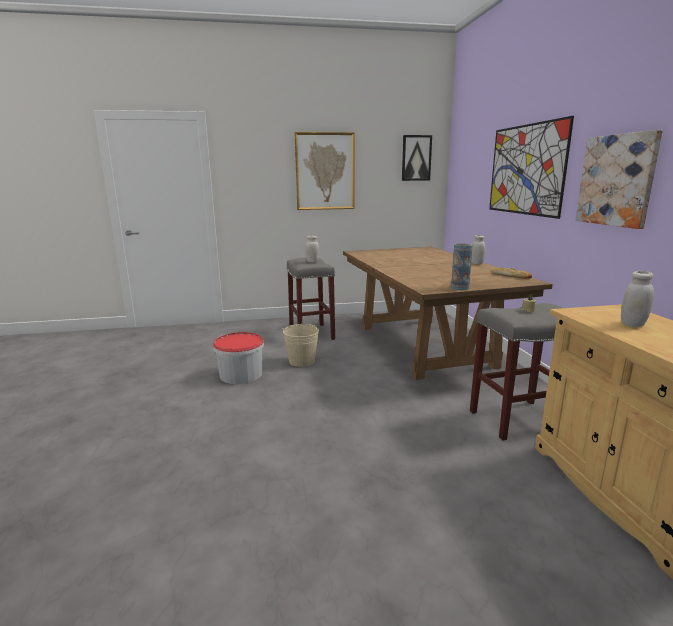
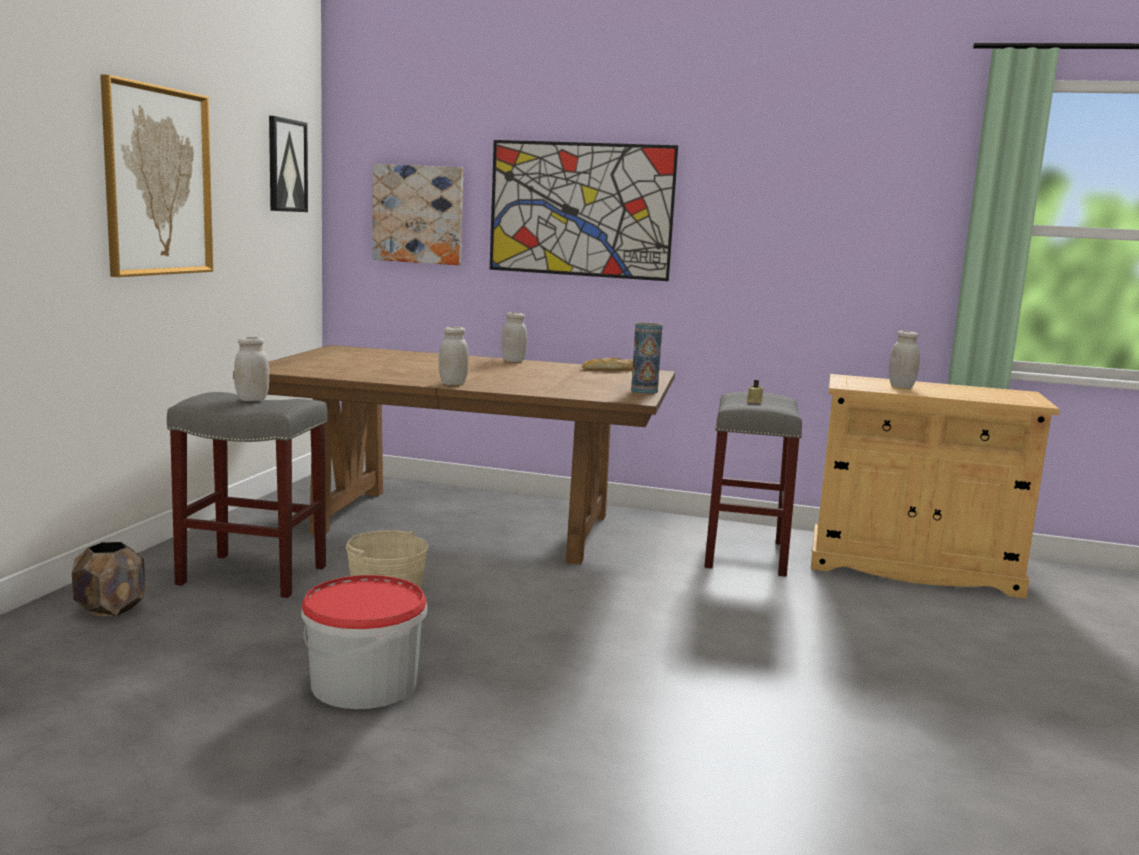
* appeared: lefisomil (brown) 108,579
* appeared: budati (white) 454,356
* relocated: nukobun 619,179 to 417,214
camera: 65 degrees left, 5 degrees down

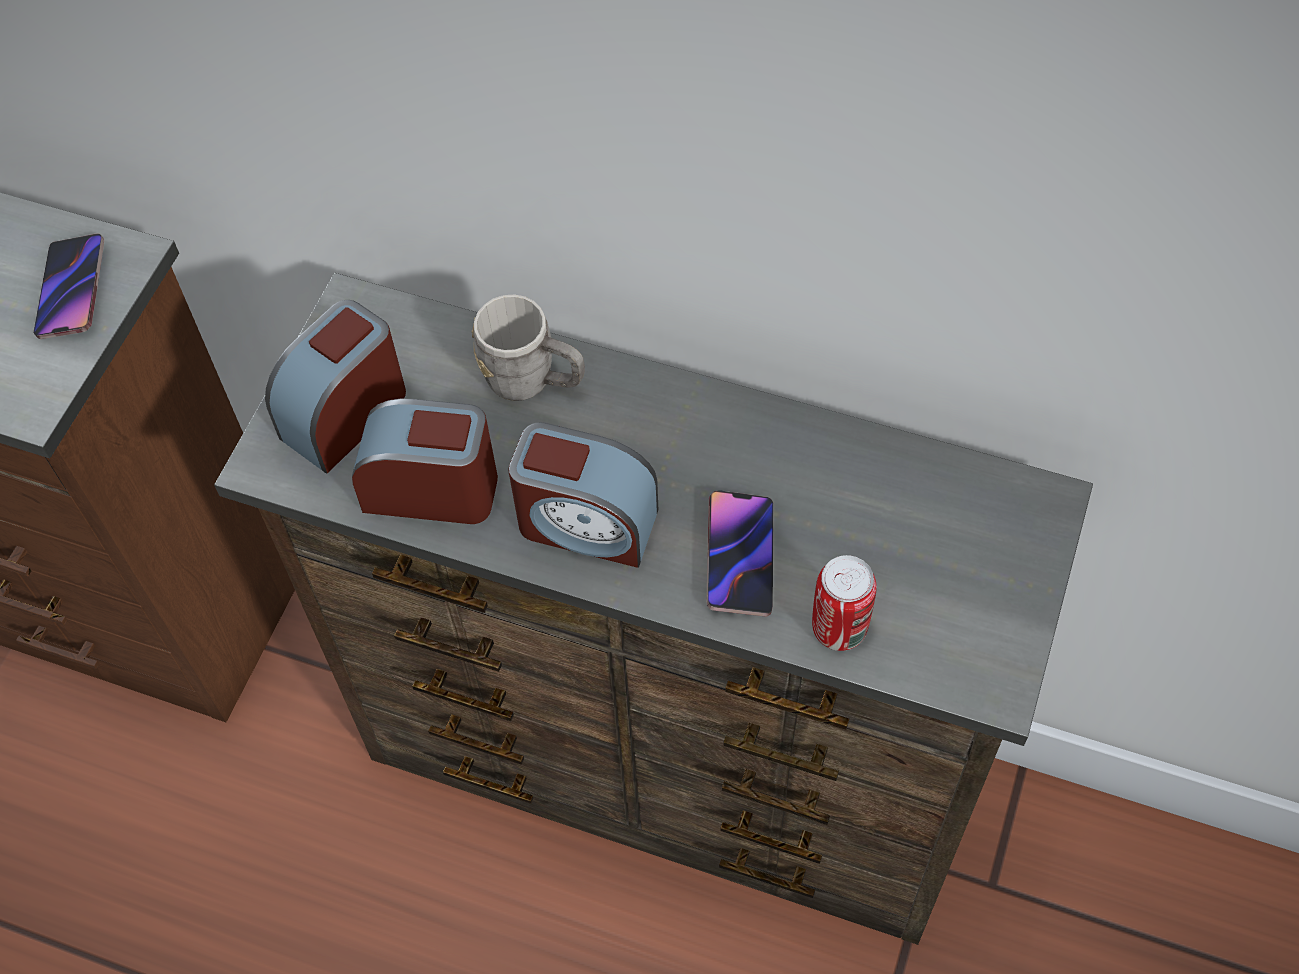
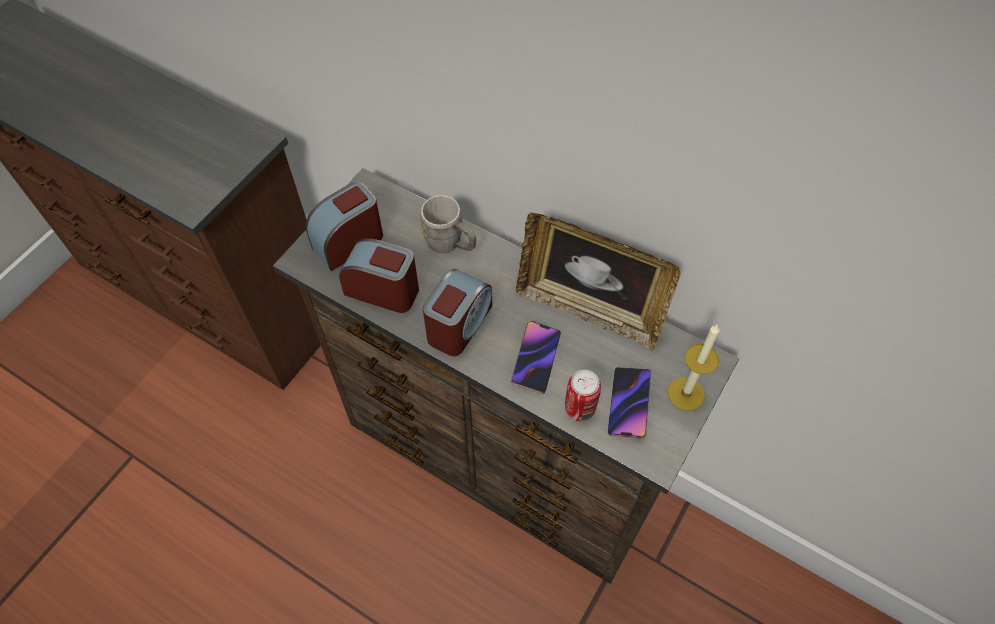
* appeared: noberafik 598,281
* appeared: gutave 693,367
* relocated: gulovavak 68,286 to 629,403
* spun: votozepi 584,495 = 457,312 90 degrees counterclockwise
camera: 10 degrees right, 0 degrees up

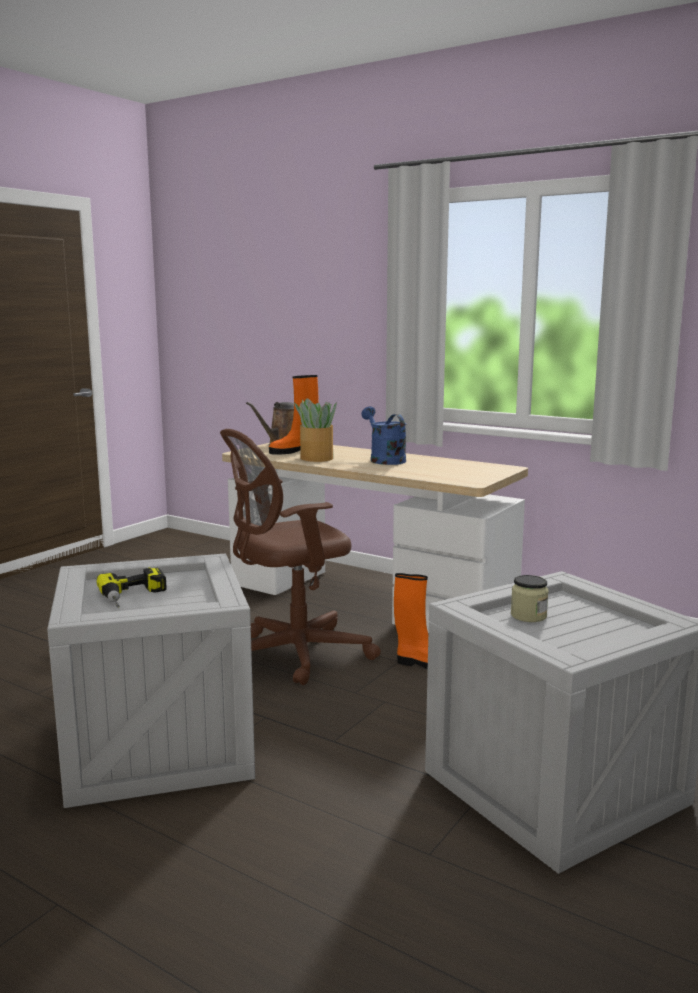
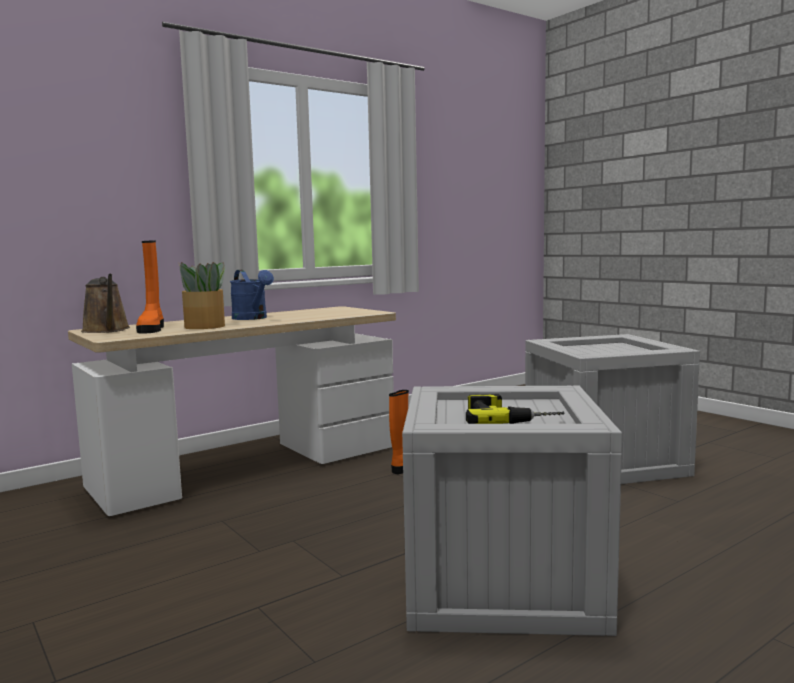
* missing: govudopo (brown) 300,557
* missing: budati 530,598
* spun: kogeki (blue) 383,435 = 252,295 120 degrees counterclockwise
camera: 70 degrees left, 5 degrees down

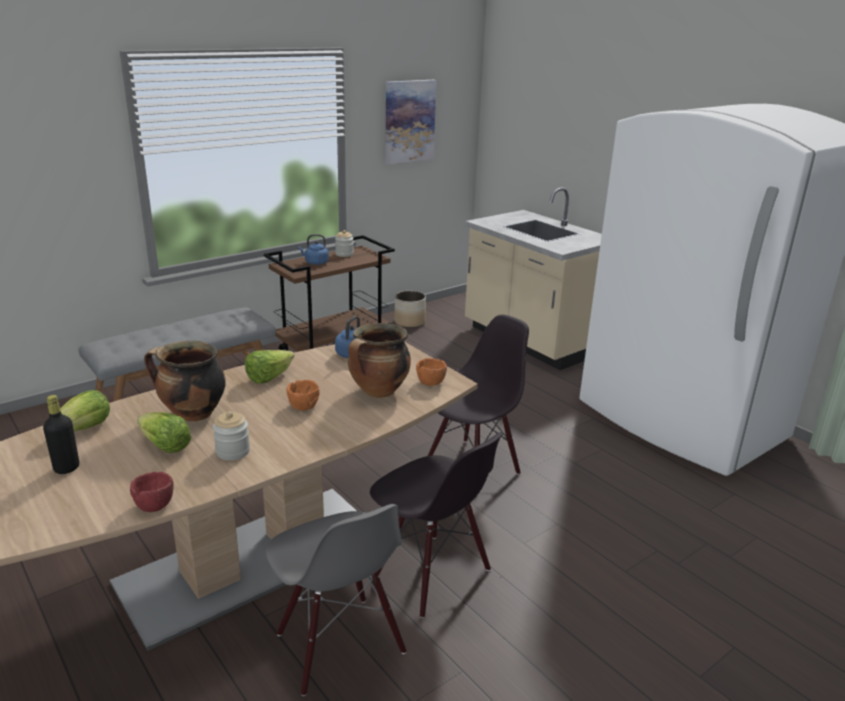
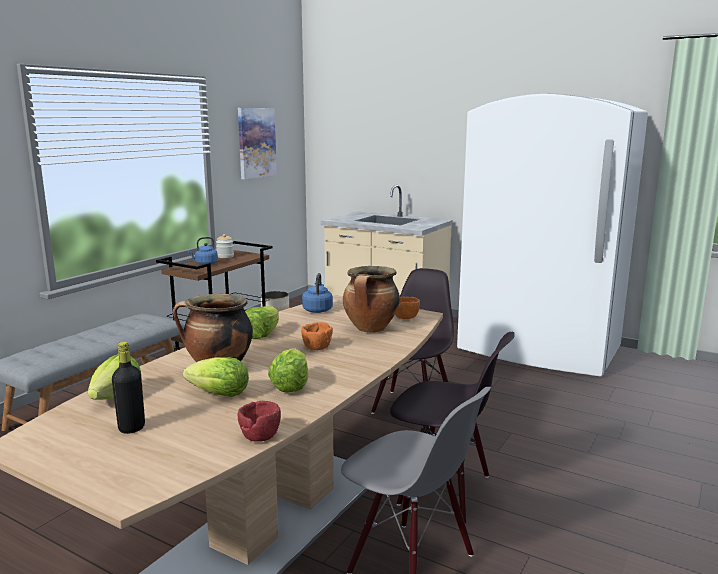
* exchanged: budati 231,435 to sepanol 288,370
camera: 20 degrees left, 10 degrees down

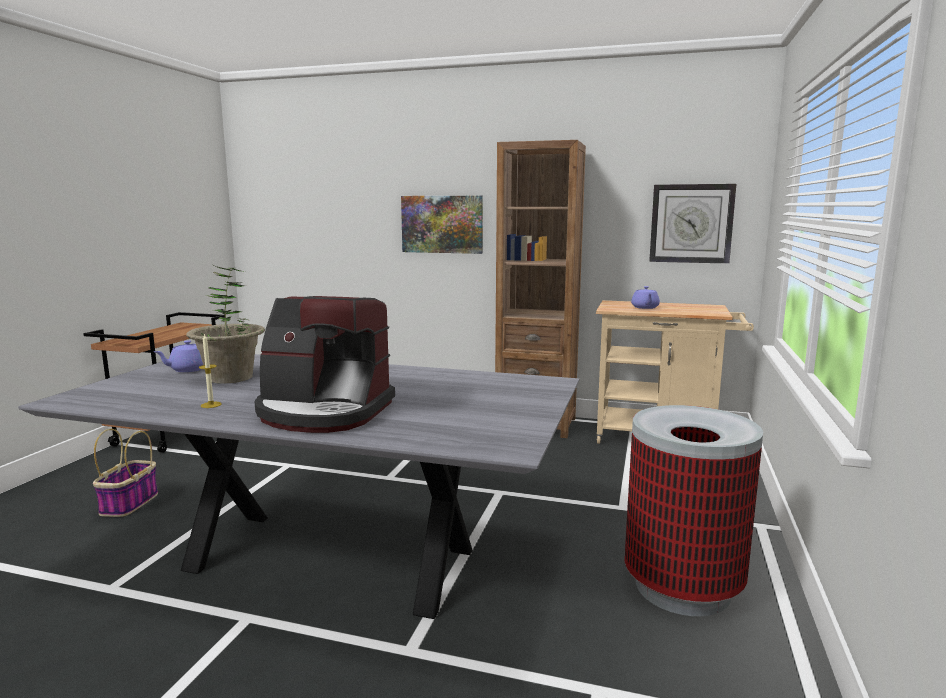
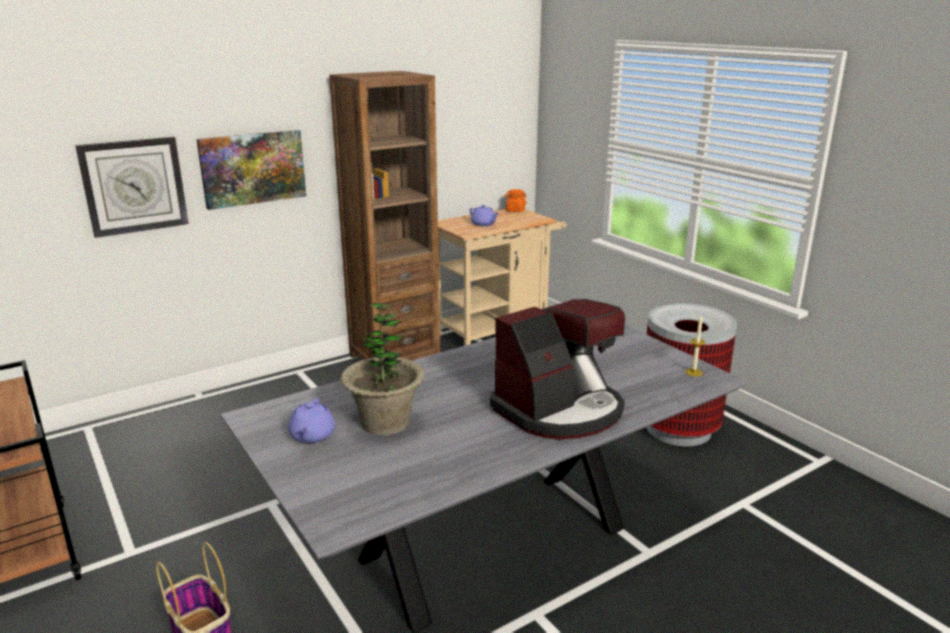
* appeared: budati (orange) 516,200
* relocated: gutave 210,370 to 695,346
* relocated: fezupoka 692,224 to 132,187
camera: 50 degrees left, 10 degrees up

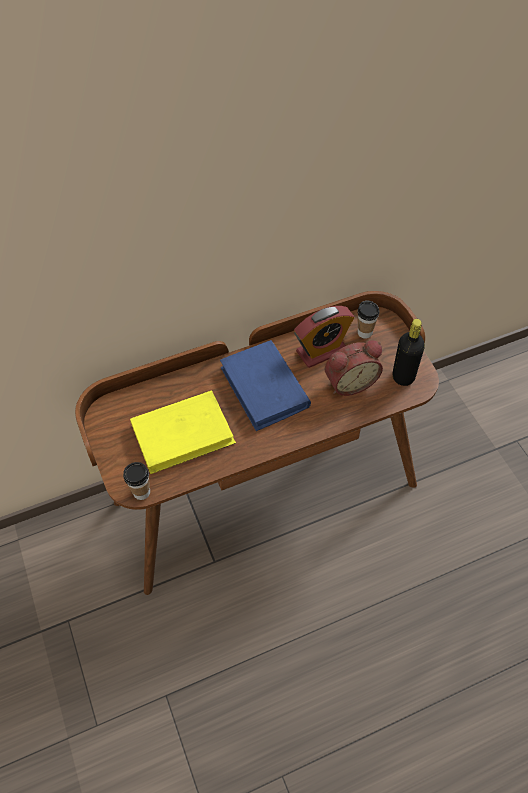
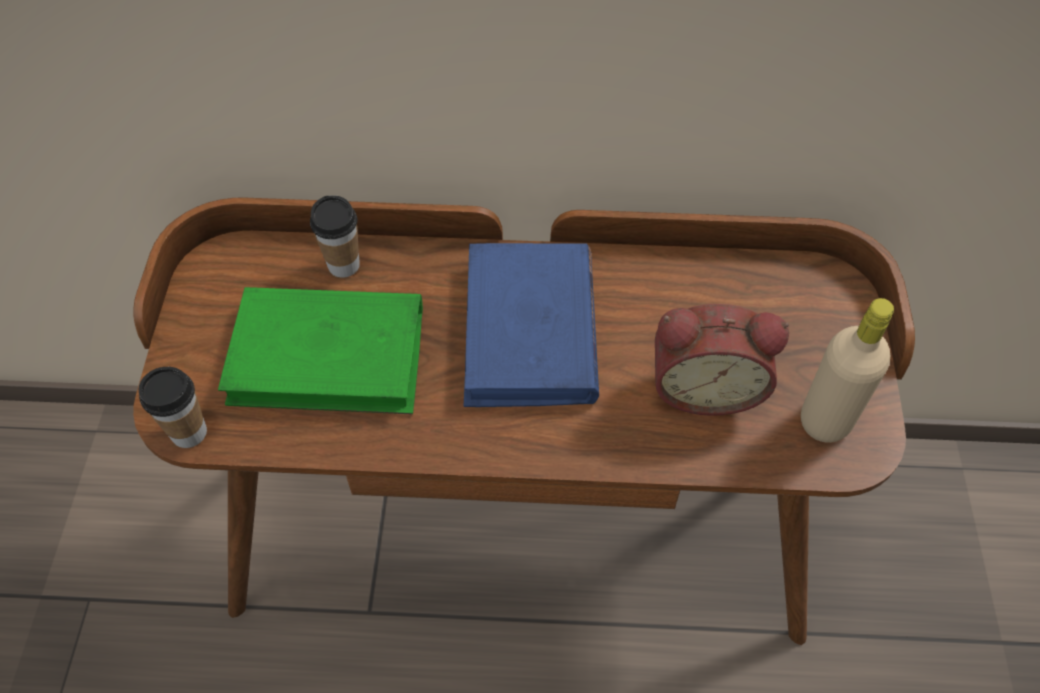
* missing: votozepi 324,337
* relocated: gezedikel 368,320 to 335,236
* colour: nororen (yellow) 183,432 to nororen (green) 320,350
* colour: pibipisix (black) 409,352 to pibipisix (beige) 847,370
camera: 25 degrees right, 0 degrees up

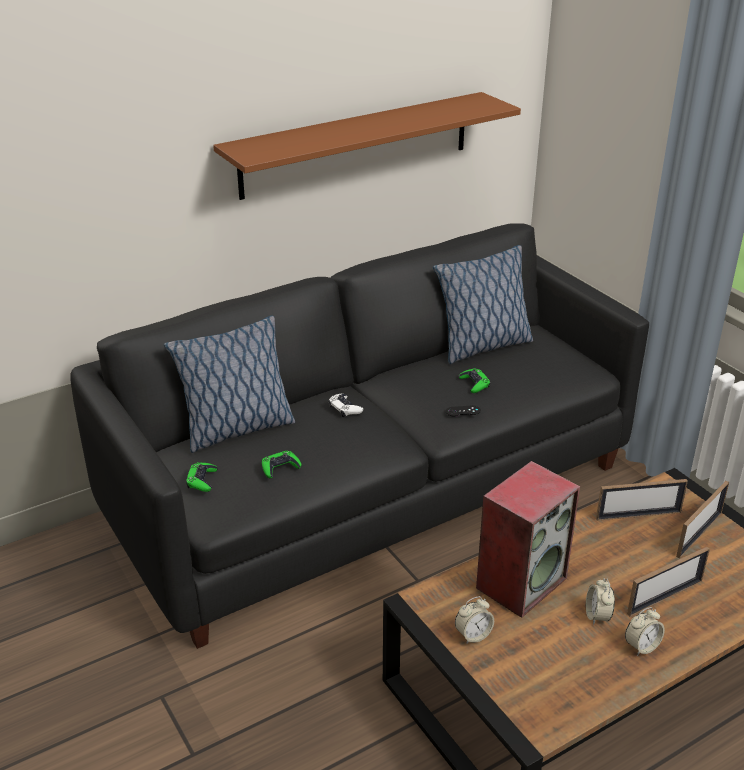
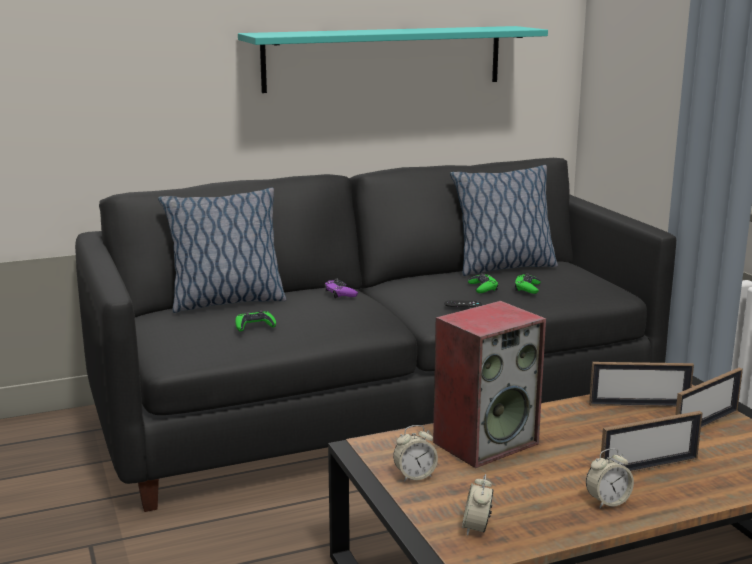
* relocated: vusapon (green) 201,477 to 528,284
* relocated: votozepi 600,601 to 477,505
* colour: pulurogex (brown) 367,146 to pulurogex (turquoise) 393,59
* colour: vusapon (white) 346,405 to vusapon (purple) 341,289
camera: 10 degrees right, 15 degrees down

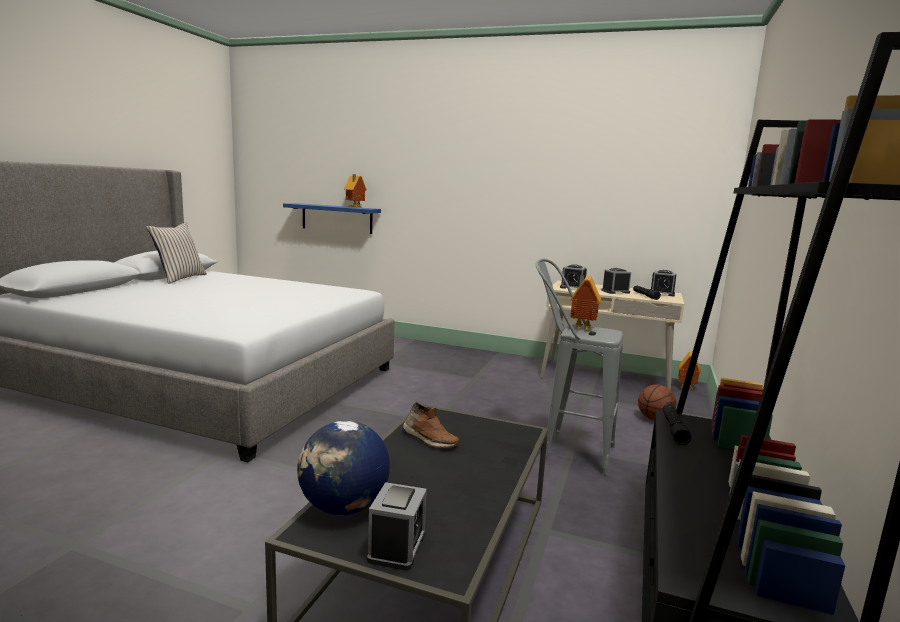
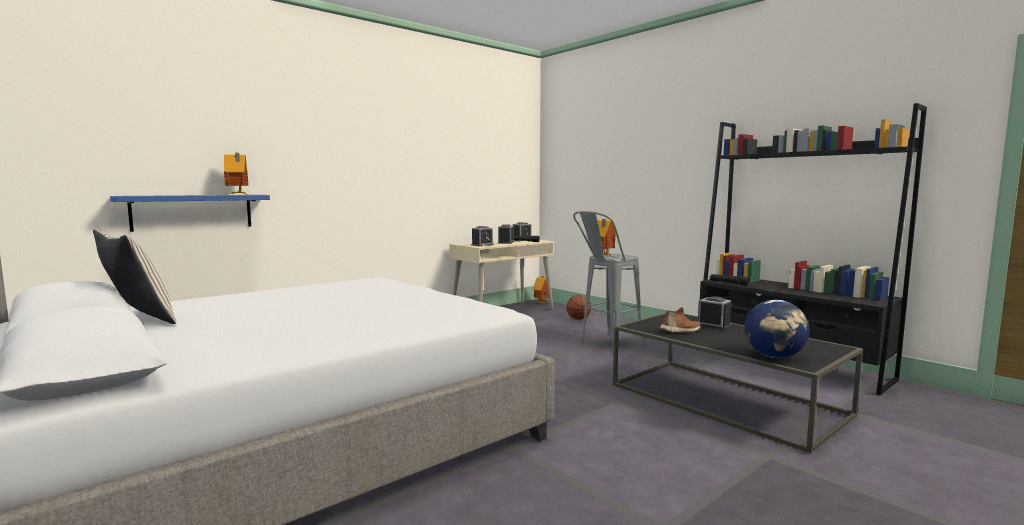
* relocated: votozepi 397,526 to 715,313
camera: 60 degrees left, 5 degrees down

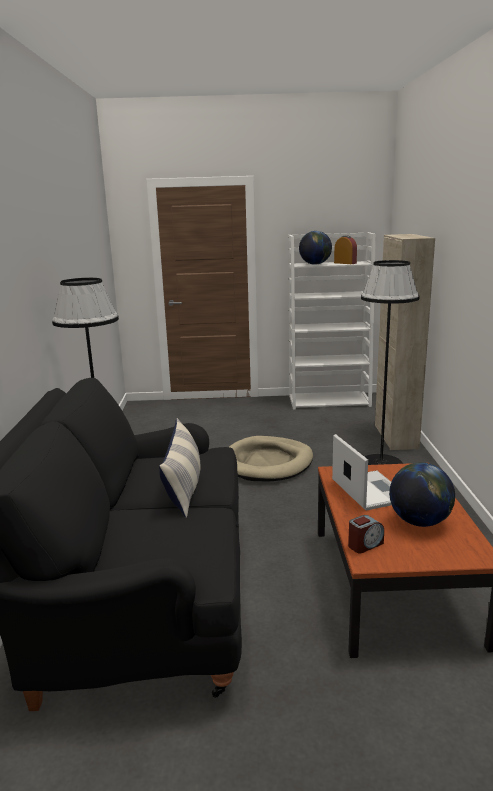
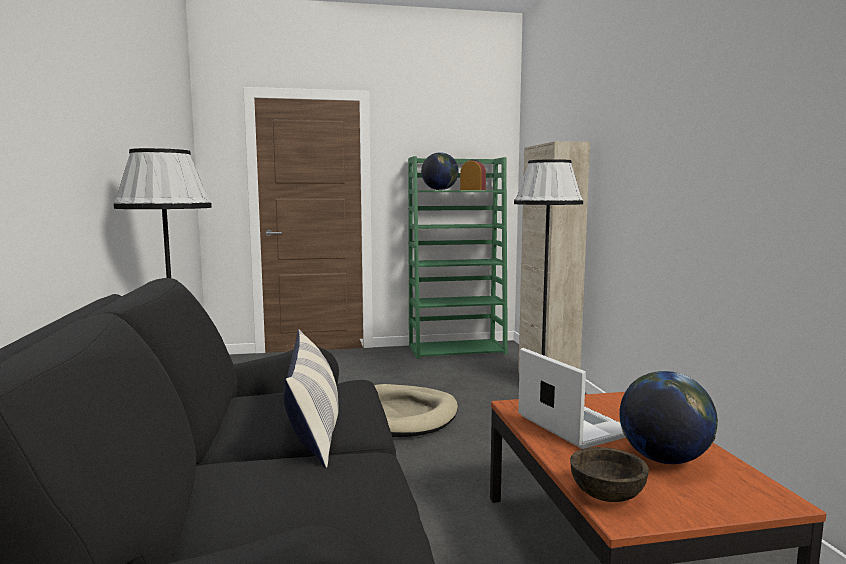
* exchanged: votozepi 366,534 to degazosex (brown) 609,474
* colour: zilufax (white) 332,321 to zilufax (green) 458,257
camera: 10 degrees left, 10 degrees down

